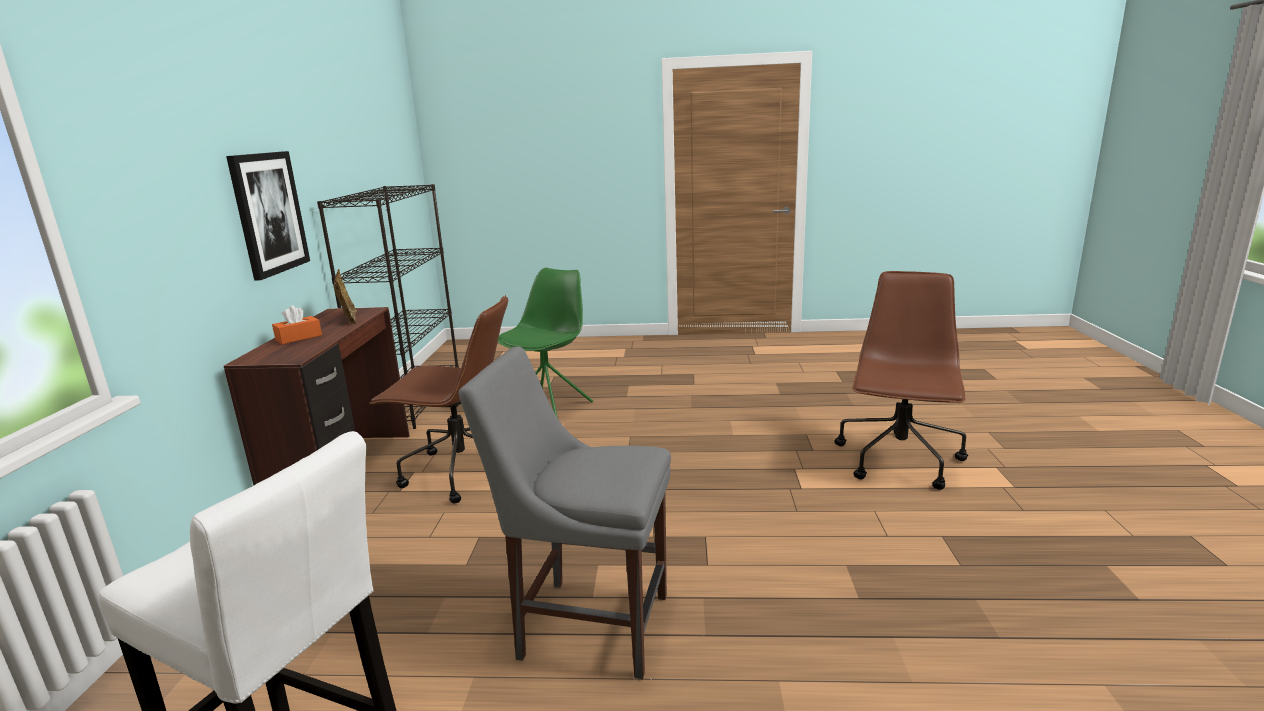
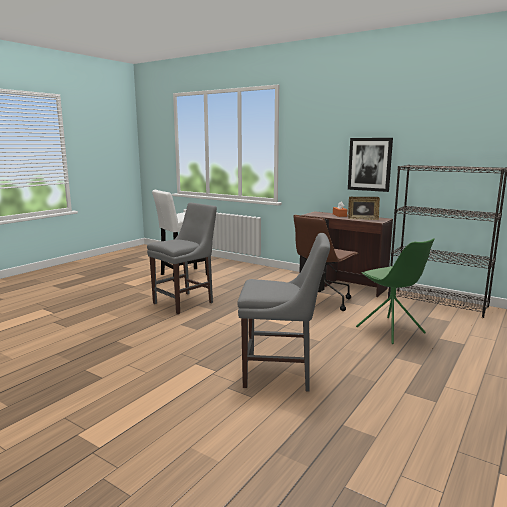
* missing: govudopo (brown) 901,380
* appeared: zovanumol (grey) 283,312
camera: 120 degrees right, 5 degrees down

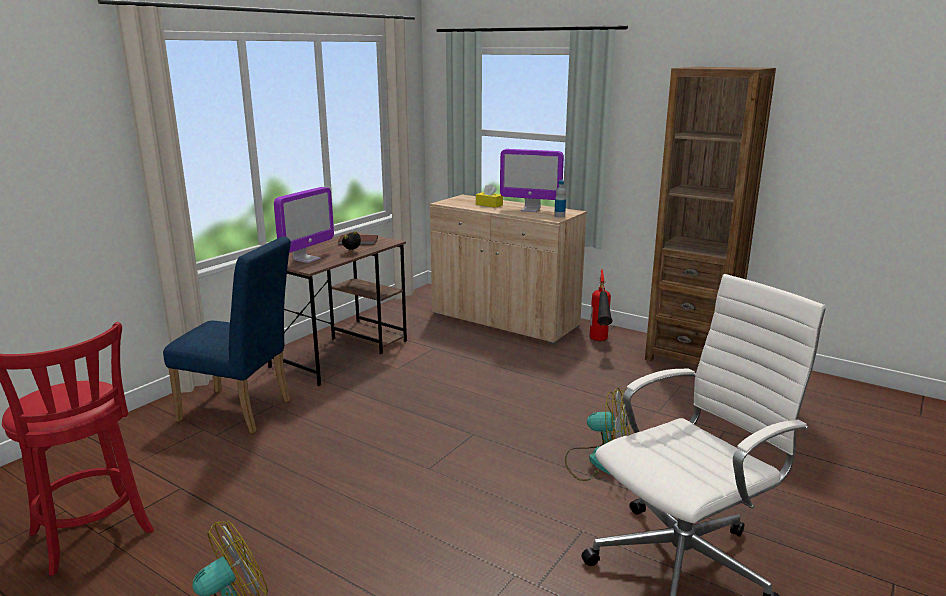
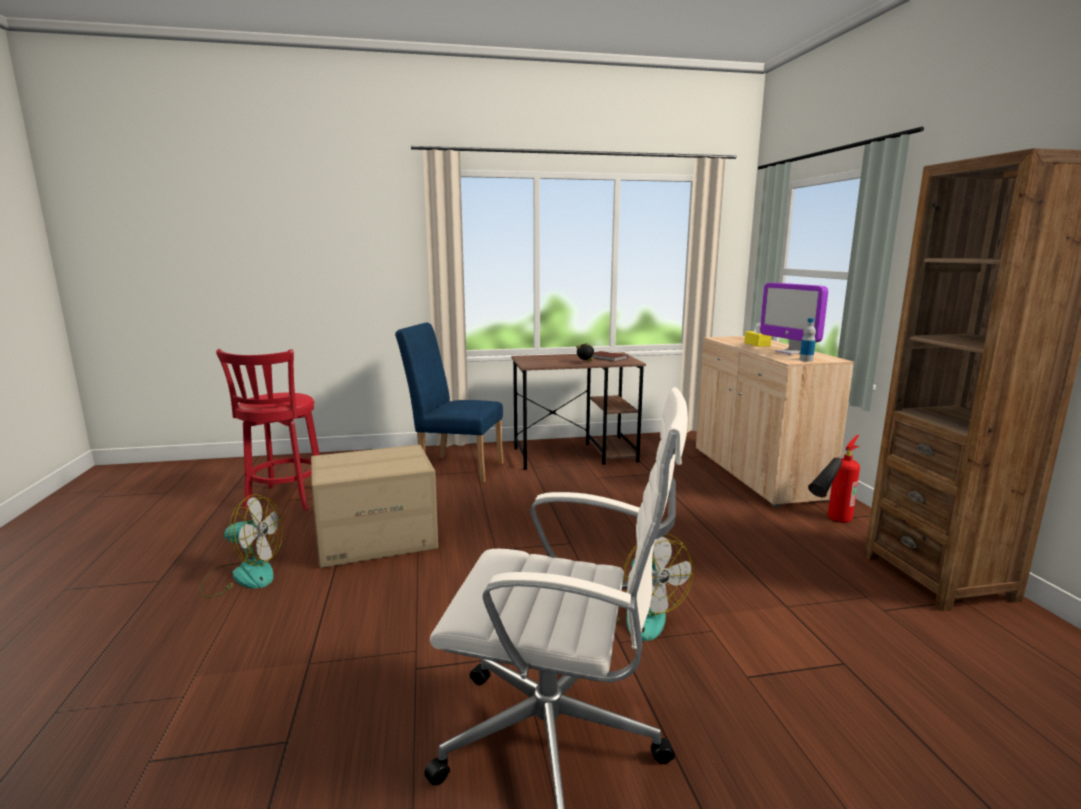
* missing: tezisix 304,225
* appeared: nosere 374,506
* spun: zovanumol (blue) 227,335 = 449,403 135 degrees clockwise
camera: 45 degrees right, 5 degrees down

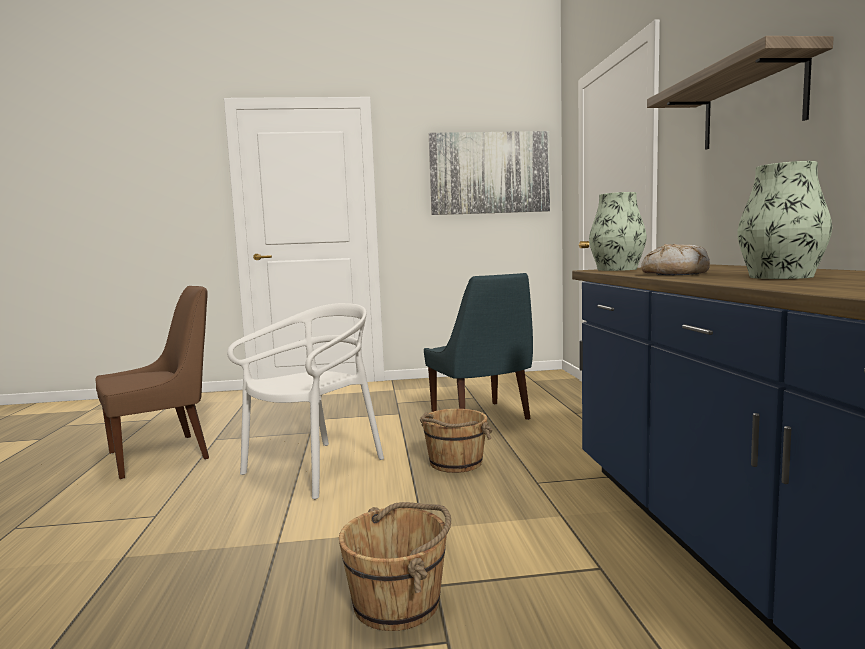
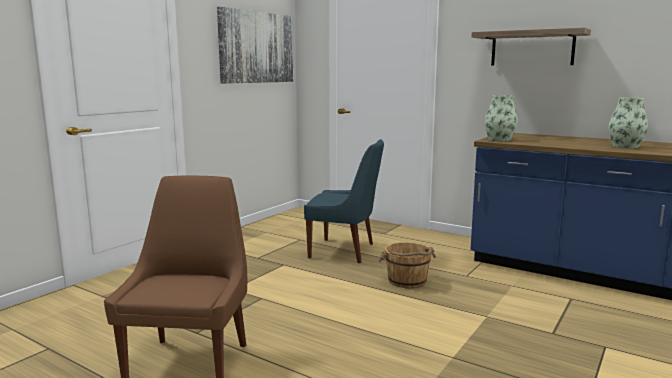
* missing: zovanumol (white) 305,401
* missing: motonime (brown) 395,566
* missing: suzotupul 675,259
camera: 50 degrees left, 5 degrees up

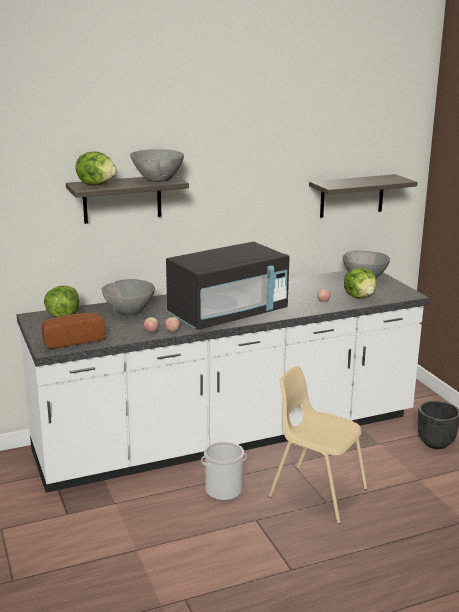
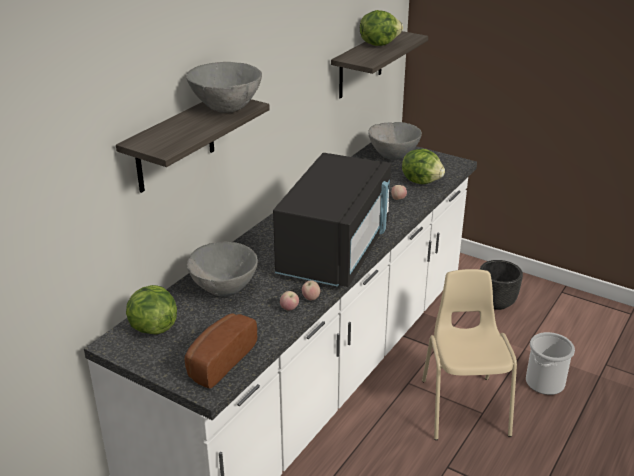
* relocated: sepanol 96,168 to 381,28
* relocated: motonime 224,470 to 550,363
* spun: zovanumol (beige) 317,445 = 469,354 90 degrees clockwise
camera: 35 degrees left, 10 degrees up

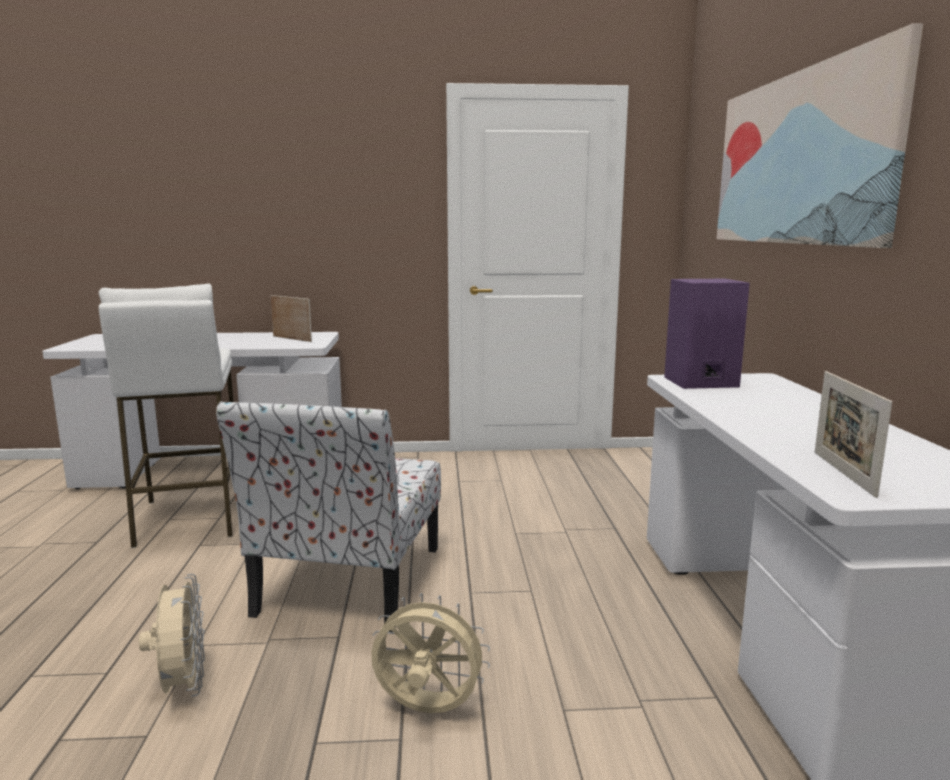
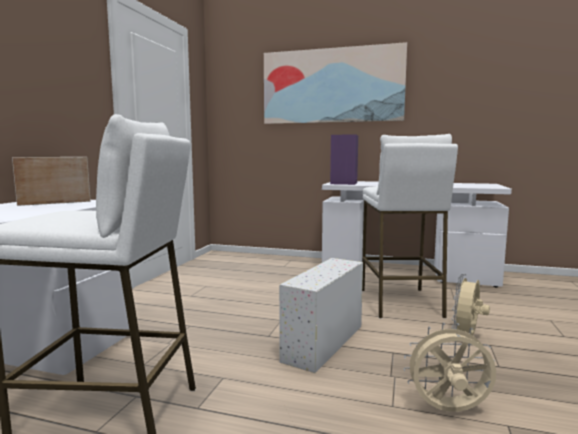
* missing: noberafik 853,434
* appeared: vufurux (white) 410,226
* exchanged: zovanumol 328,516 to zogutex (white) 321,315
camera: 70 degrees left, 5 degrees down

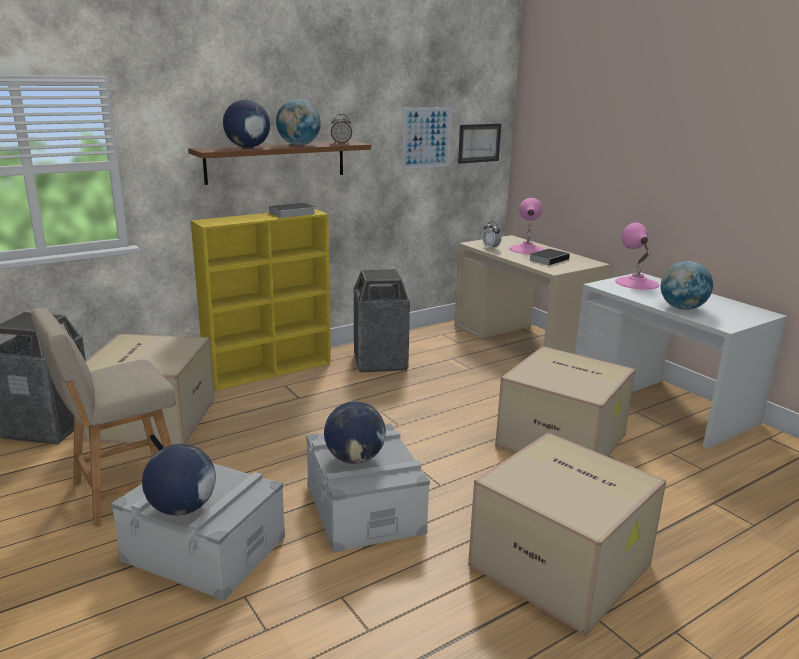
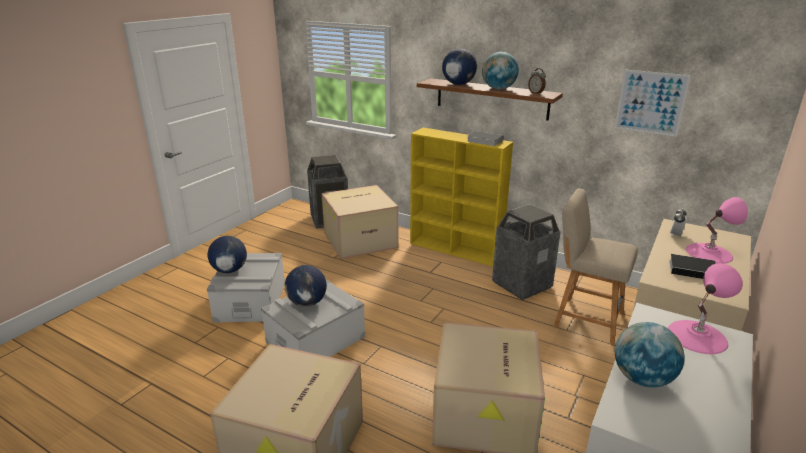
* missing: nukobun 479,143
* relocated: zovanumol (beige) 103,417 to 596,267
camera: 65 degrees right, 5 degrees up

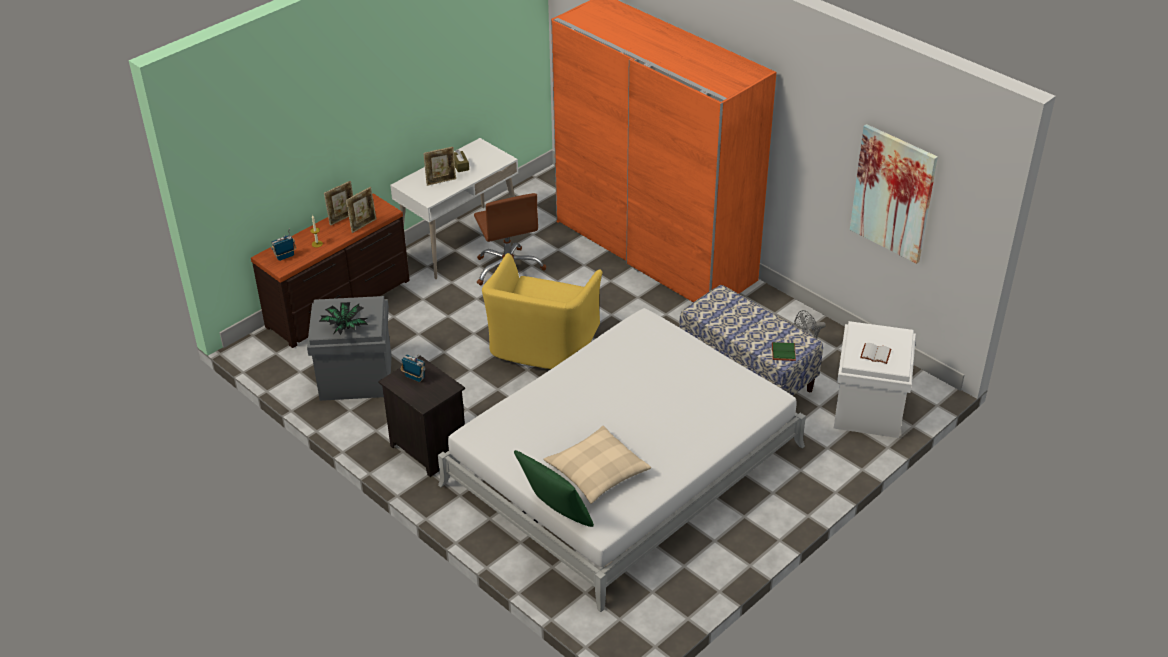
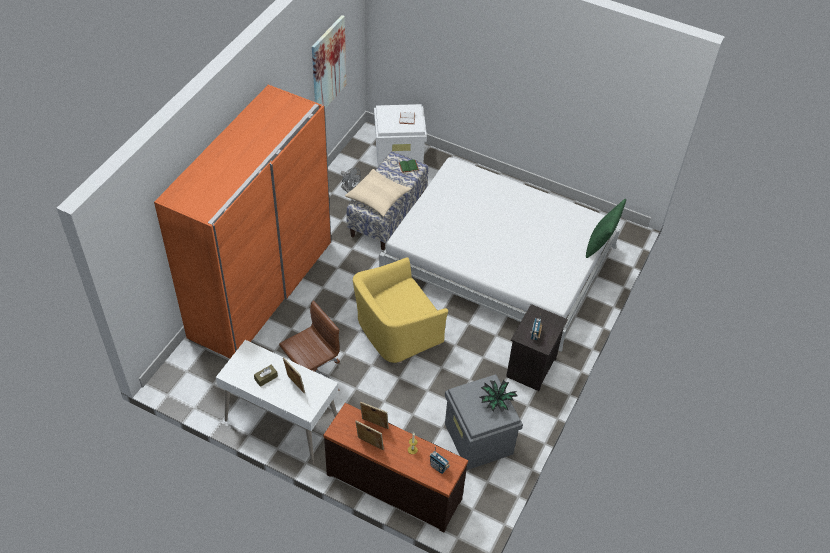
* relocated: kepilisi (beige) 597,465 to 378,193
* spun: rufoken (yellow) 542,311 = 400,310 150 degrees clockwise
camera: 110 degrees left, 10 degrees up

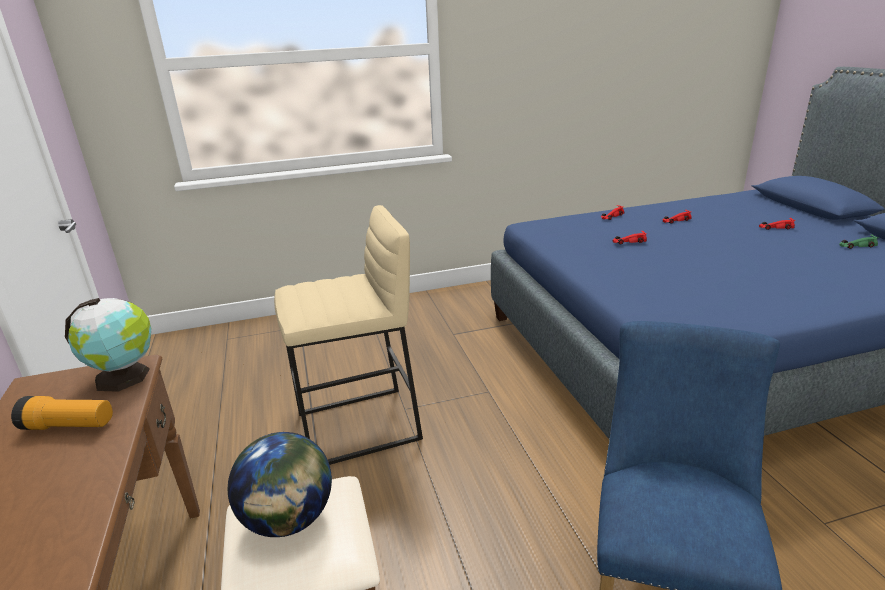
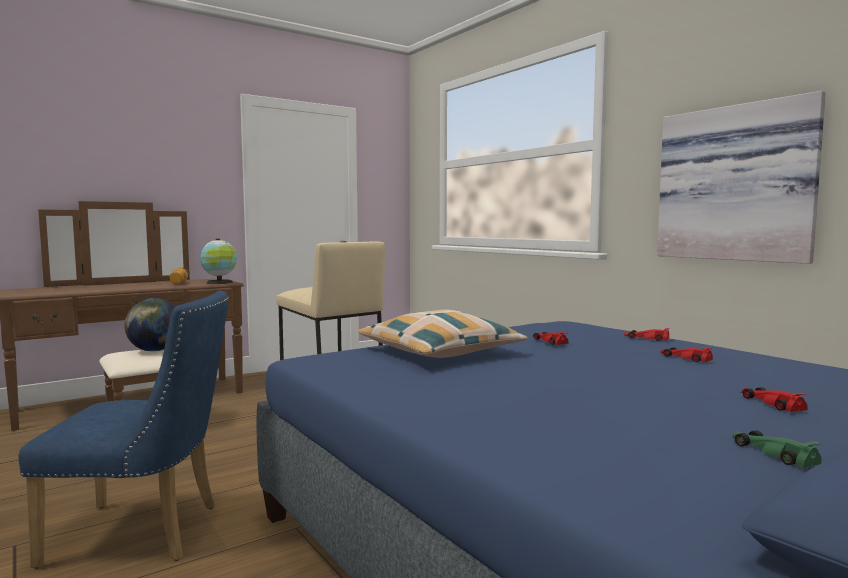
* appeared: kepilisi 443,334
* appeared: nukobun 741,177
camera: 70 degrees right, 20 degrees down

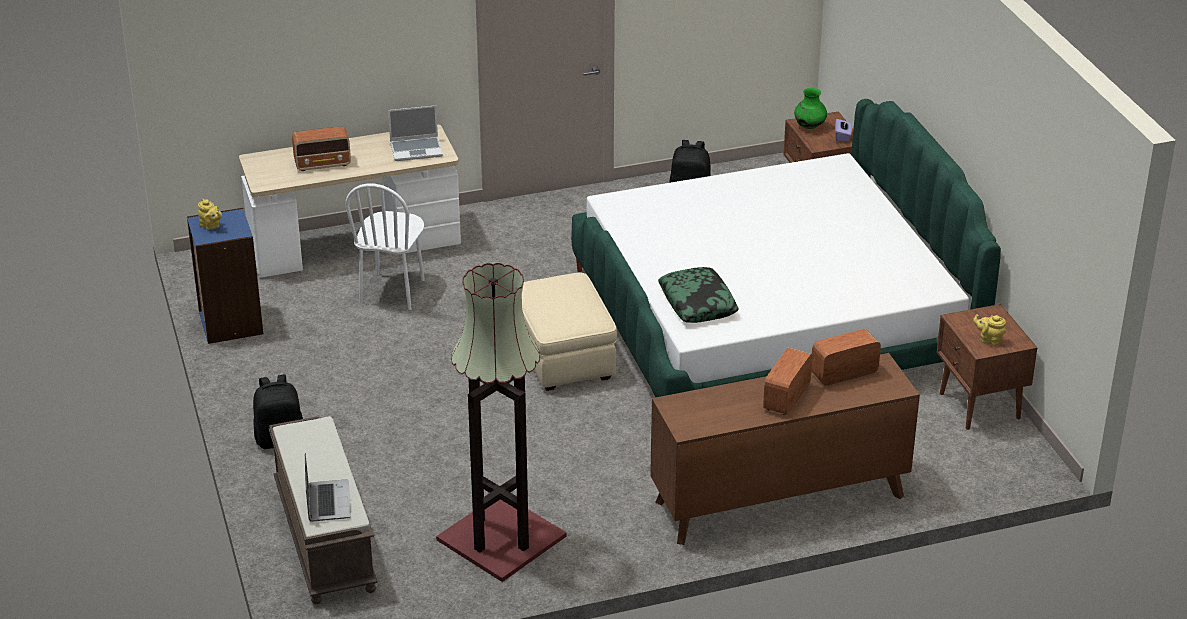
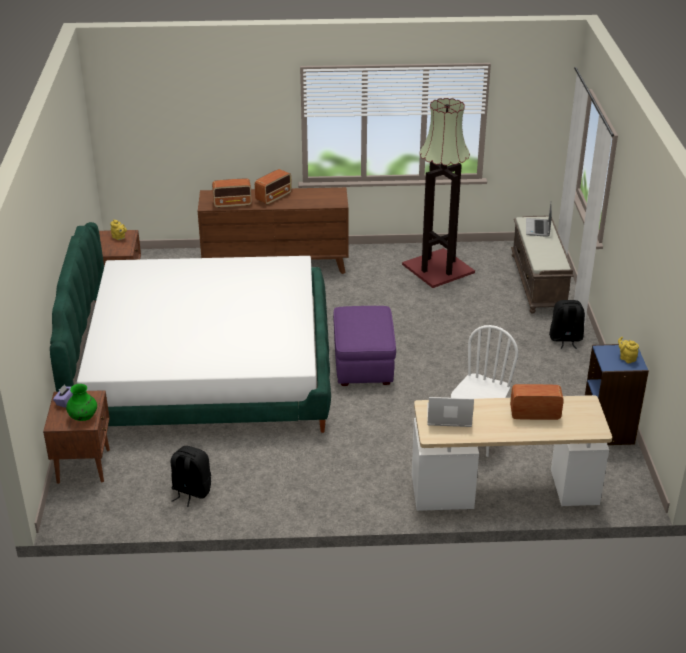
* missing: kepilisi 698,295
* colour: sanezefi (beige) 569,332 to sanezefi (purple) 364,346
camera: 165 degrees left, 0 degrees up

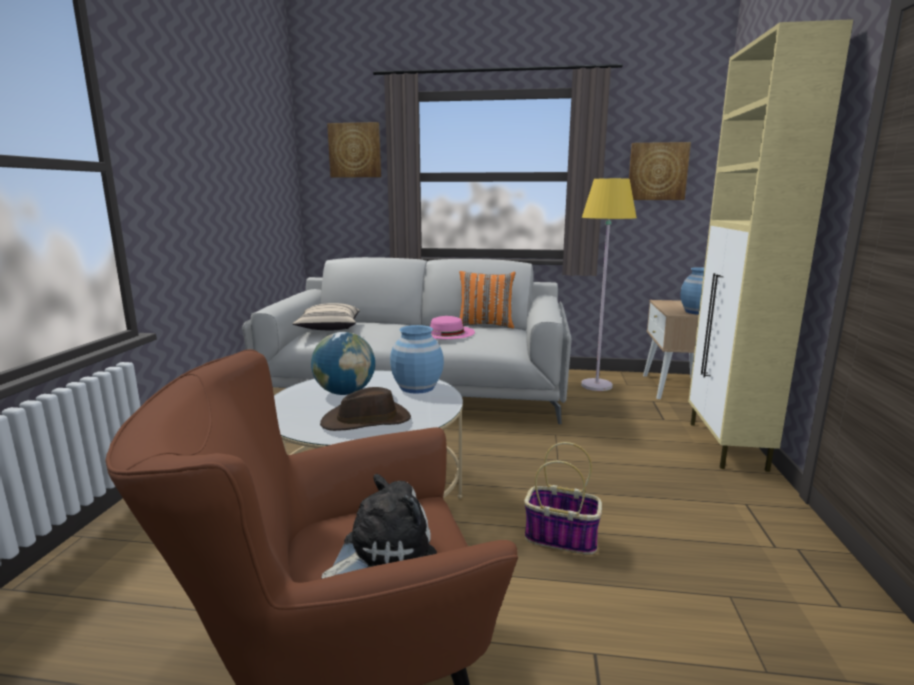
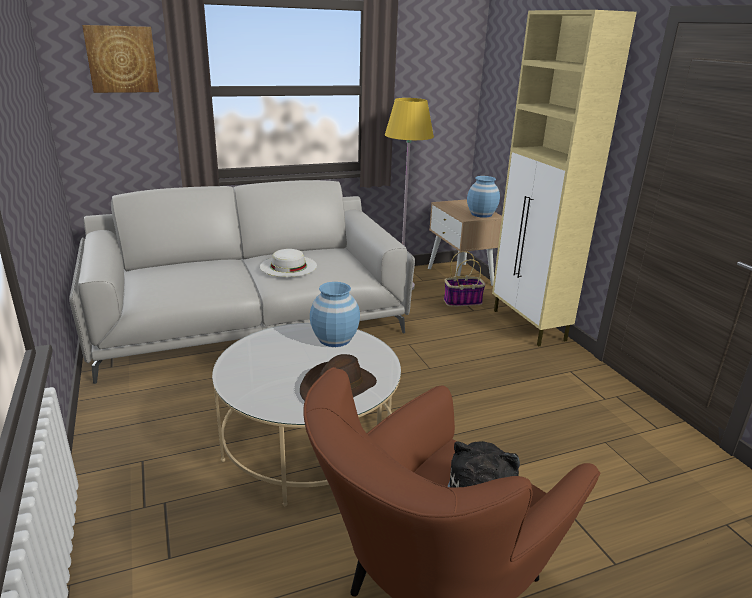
* missing: kepilisi (beige) 326,316
* missing: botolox 343,363
* missing: kepilisi (orange) 487,300
* missing: nukobun 660,171
* relocated: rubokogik 563,498 to 465,279
* colour: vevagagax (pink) 452,327 to vevagagax (white) 288,263
camera: 30 degrees left, 10 degrees up

